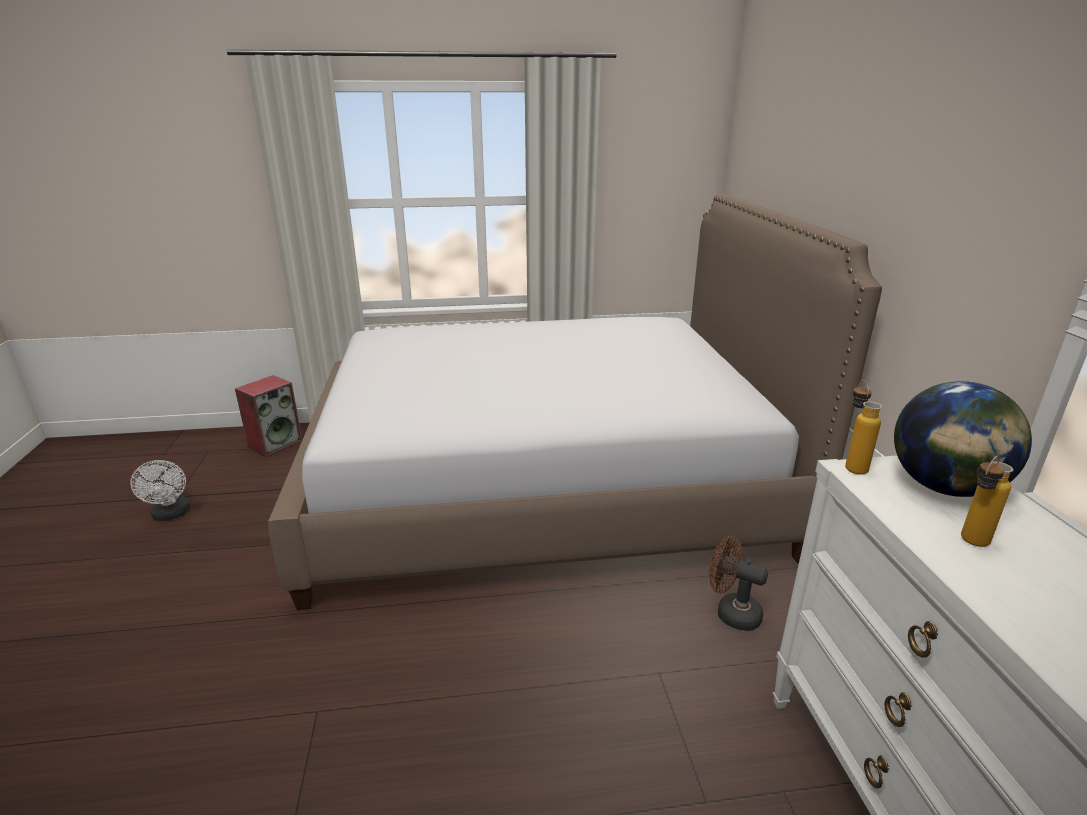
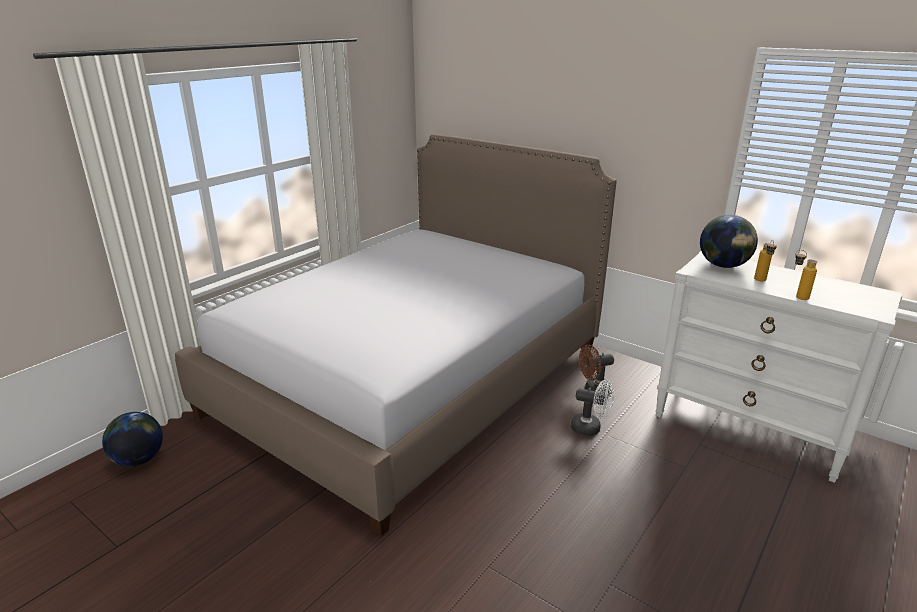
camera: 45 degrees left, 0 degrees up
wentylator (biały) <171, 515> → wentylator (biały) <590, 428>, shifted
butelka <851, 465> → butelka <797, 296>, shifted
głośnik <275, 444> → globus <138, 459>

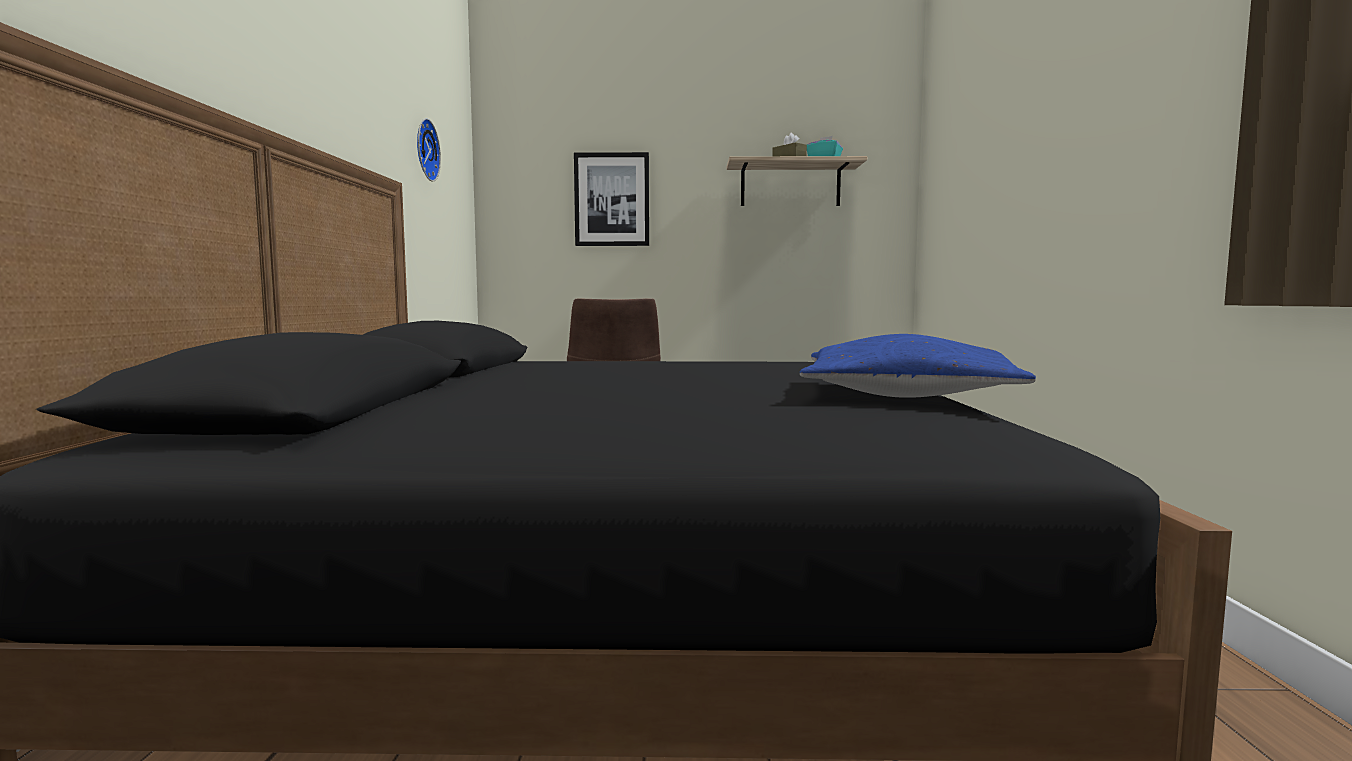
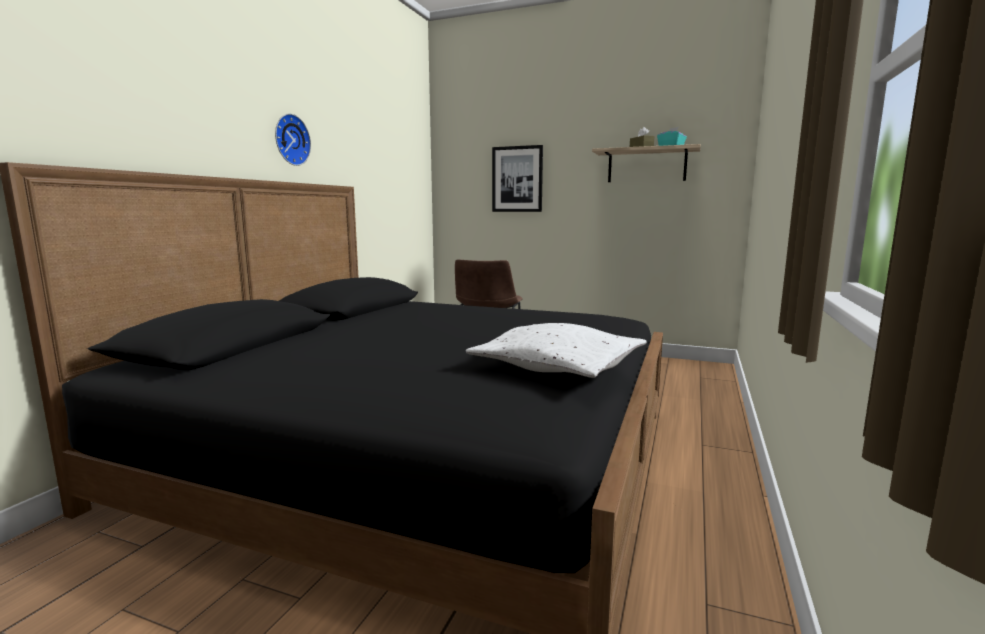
camera: 20 degrees right, 5 degrees up
zegar ścienny <424, 150> → zegar ścienny <290, 140>, shifted
poduszka (niebieski) <904, 396> → poduszka (biały) <558, 366>

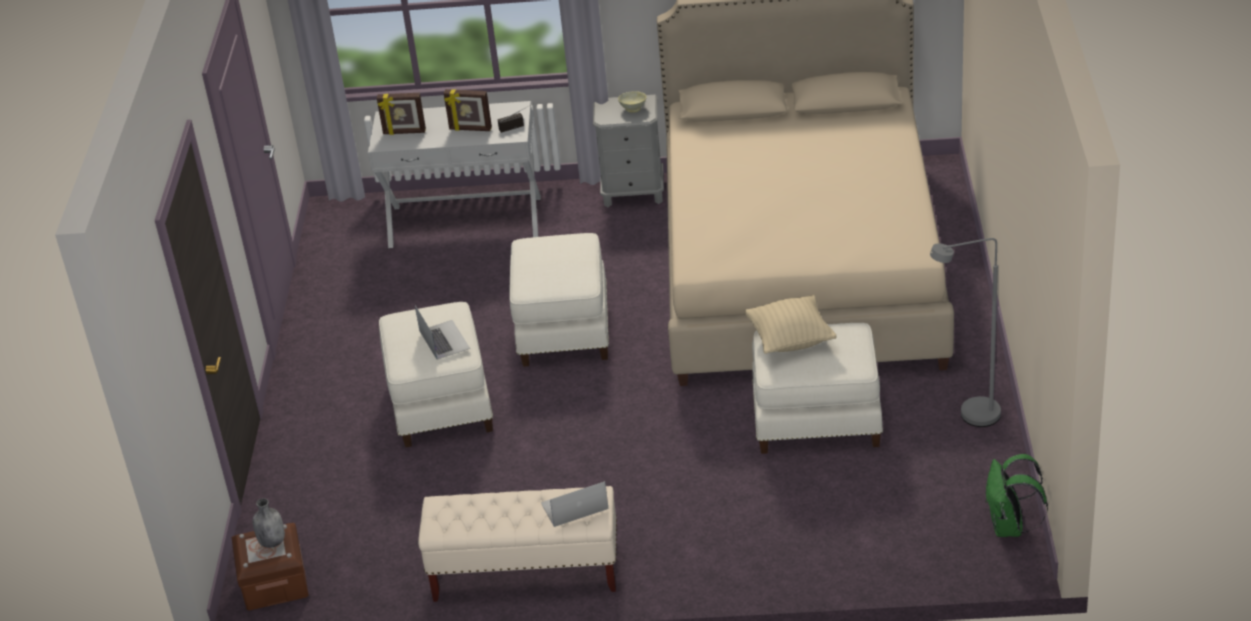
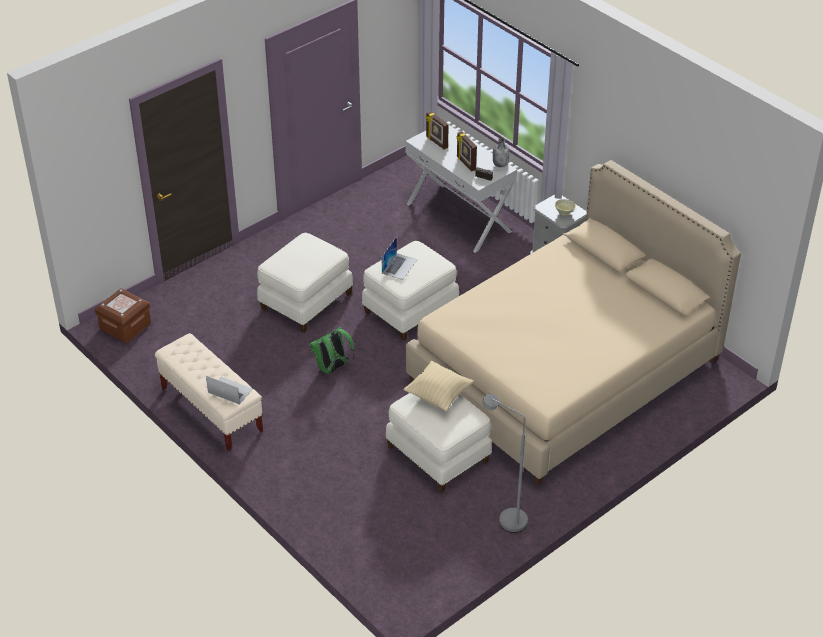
camera: 45 degrees right, 5 degrees up
butelka (szary) <272, 541> → butelka (szary) <500, 164>, shifted
laptop <444, 339> → laptop <399, 266>, shifted
plecak (zielony) <1010, 527> → plecak (zielony) <332, 368>, shifted

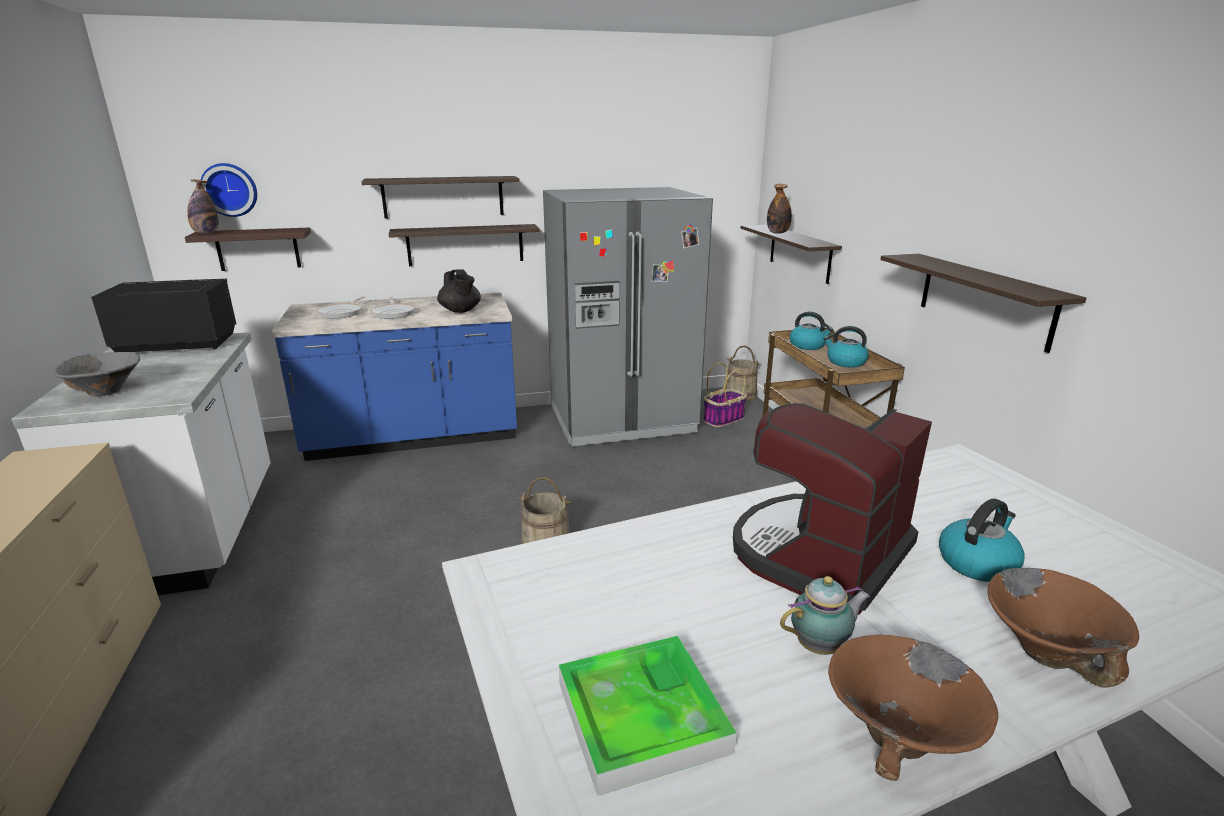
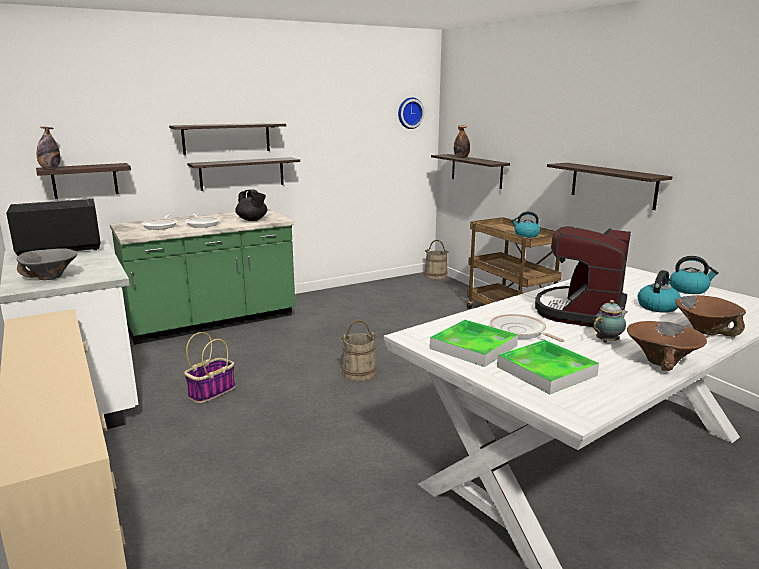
camera: 15 degrees left, 5 degrees down
lodówka (szary) <621, 419> → -
- → taca <473, 347>
- → patelnia <519, 332>
zegar ścienny <230, 189> → zegar ścienny <409, 113>, shifted
koszyk <724, 419> → koszyk <212, 391>, shifted
czajnik <808, 345> → czajnik <689, 289>, shifted
zabudowa kuchenna (niebieski) <414, 437> → zabudowa kuchenna (zielony) <212, 321>

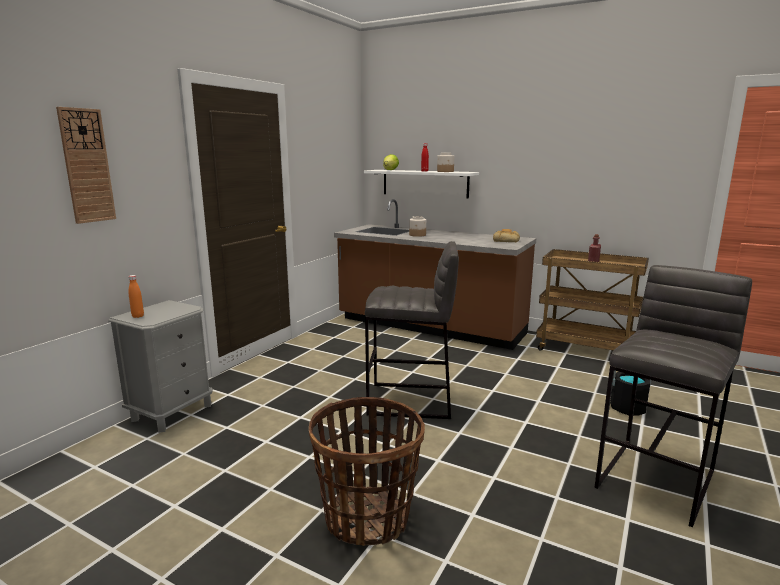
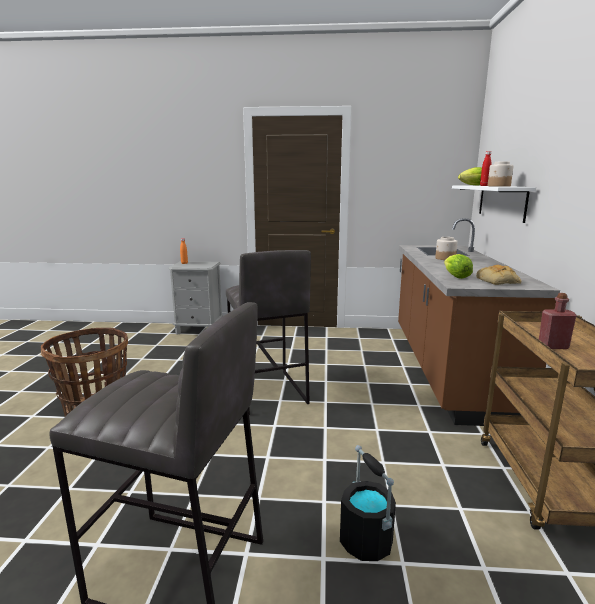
camera: 65 degrees right, 0 degrees up
zegar ścienny <87, 166> → -
- → sałata <456, 277>

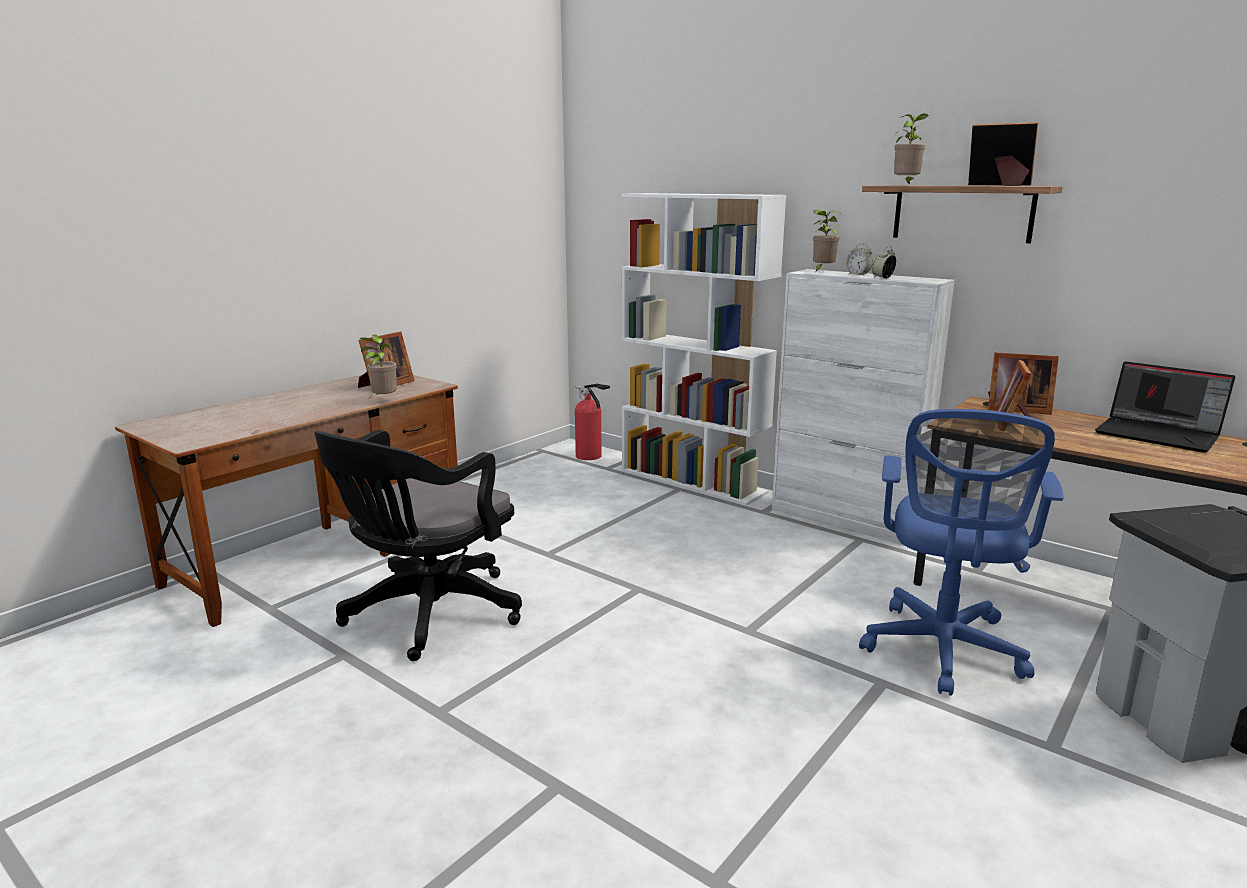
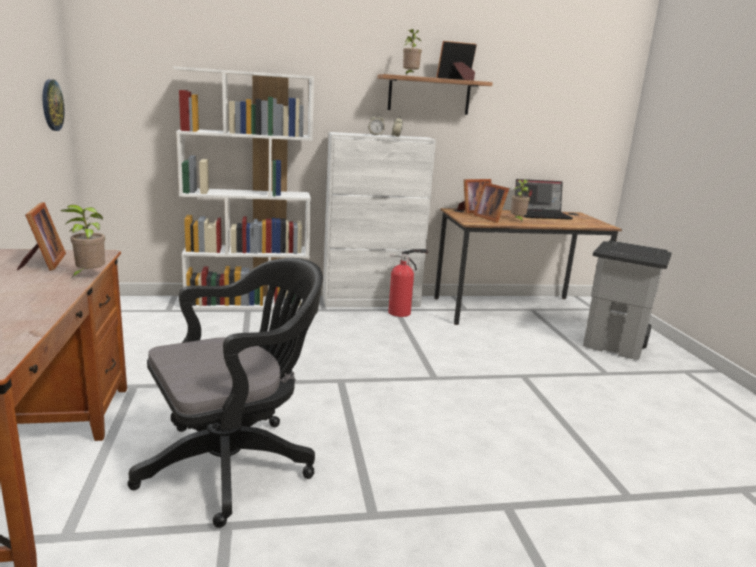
camera: 50 degrees left, 0 degrees up
krzesło biurowe (niebieski) <942, 651> → -
- → zegar ścienny <51, 105>
gaśnica <590, 457> → gaśnica <402, 313>, shifted
roślina doniczkowa <822, 271> → roślina doniczkowa <517, 220>, shifted
krzesło biurowe (czarny) <427, 615> → krzesło biurowe (czarny) <235, 463>, 105 degrees counterclockwise

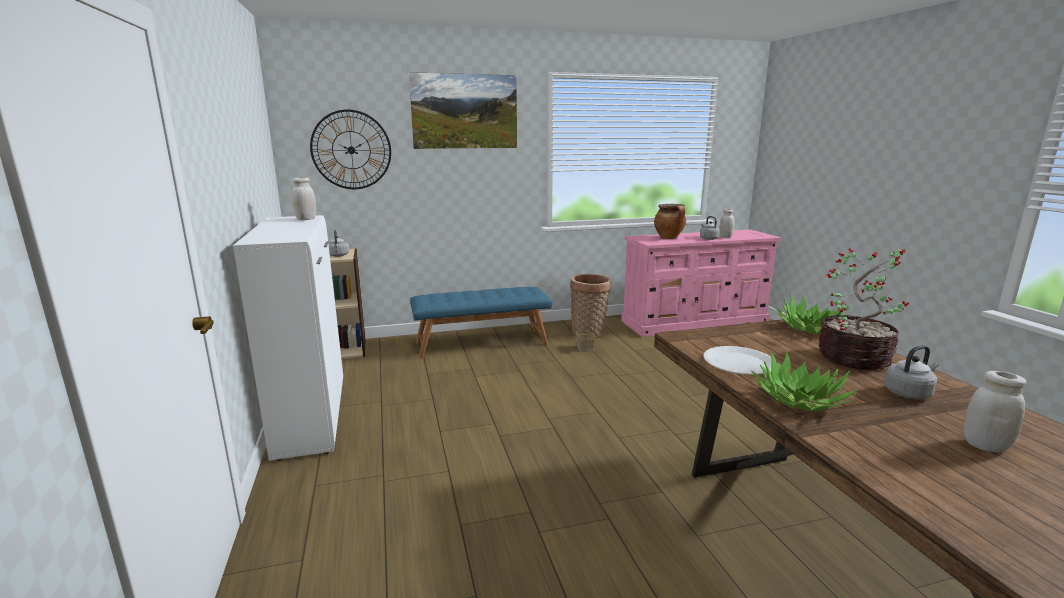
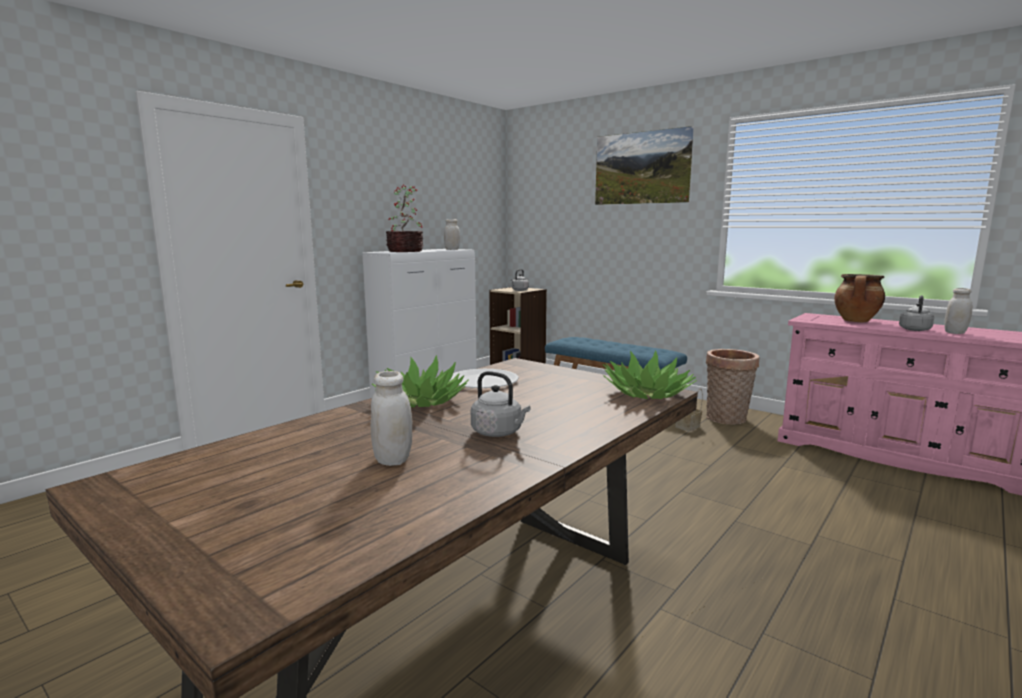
camera: 55 degrees right, 5 degrees down
zegar ścienny <351, 150> → -
roślina doniczkowa <855, 358> → roślina doniczkowa <406, 251>, shifted

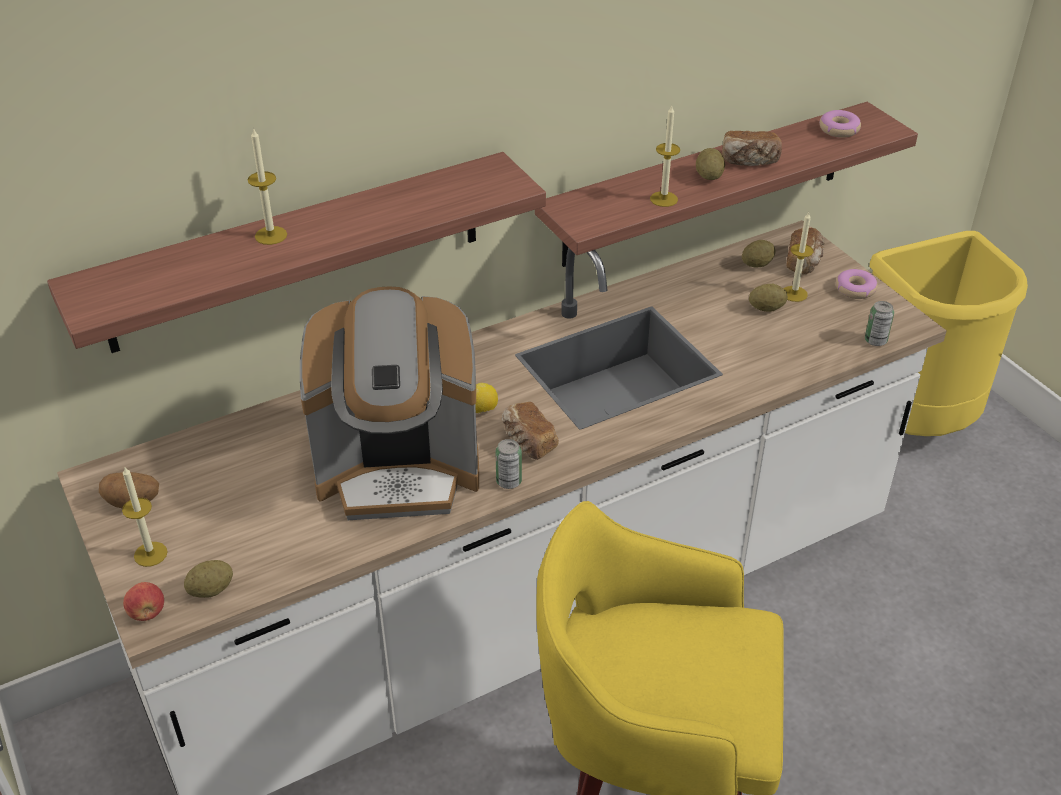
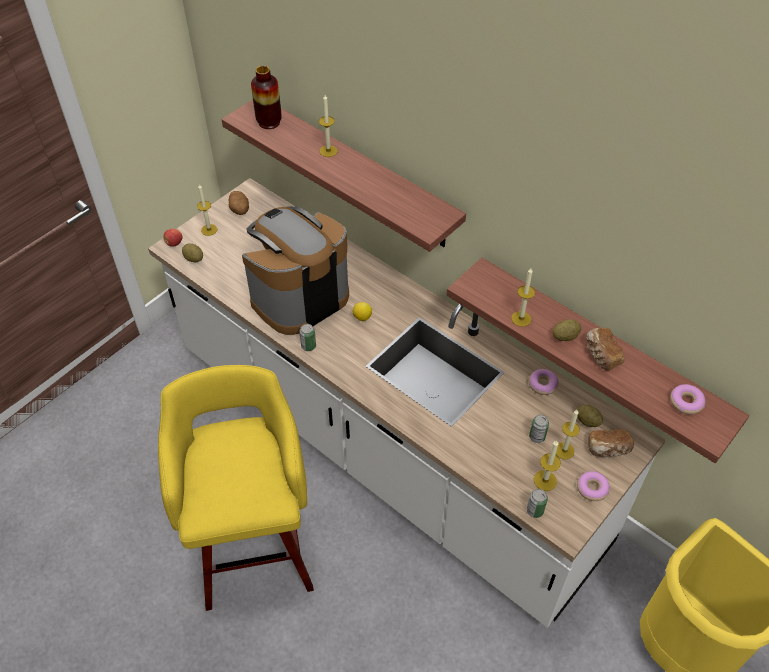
camera: 70 degrees right, 10 degrees up
chleb <527, 442> → -
- → wazon <269, 122>
- → donut <542, 384>
- → świeca <545, 480>
ziemniak <766, 308> → puszka <537, 437>
ekspres do kawy <399, 470> → ekspres do kawy <299, 298>, 75 degrees clockwise

